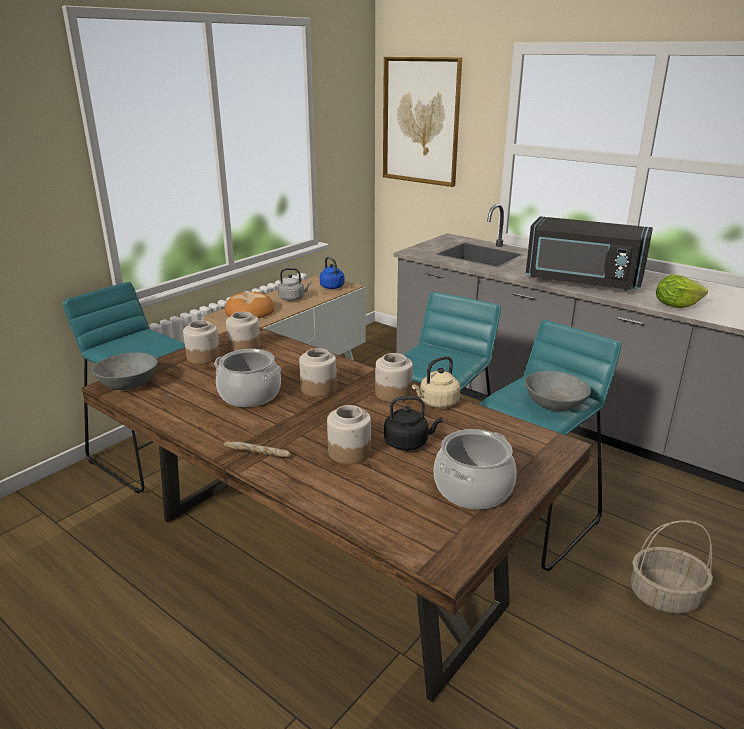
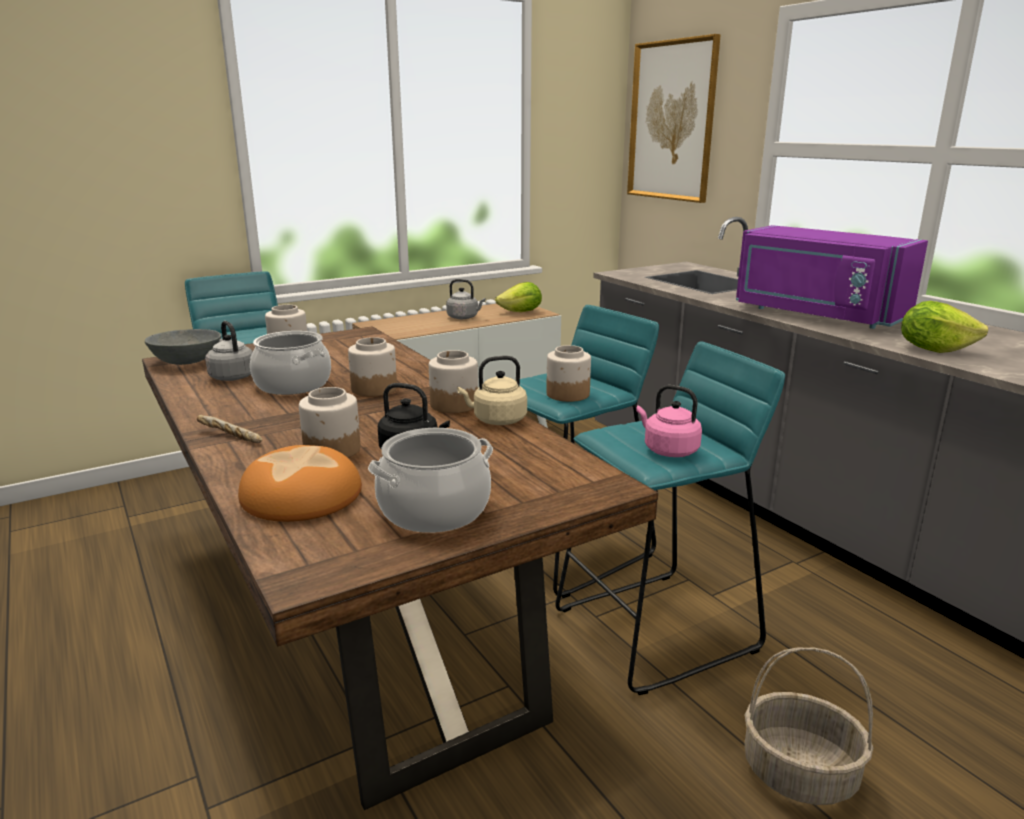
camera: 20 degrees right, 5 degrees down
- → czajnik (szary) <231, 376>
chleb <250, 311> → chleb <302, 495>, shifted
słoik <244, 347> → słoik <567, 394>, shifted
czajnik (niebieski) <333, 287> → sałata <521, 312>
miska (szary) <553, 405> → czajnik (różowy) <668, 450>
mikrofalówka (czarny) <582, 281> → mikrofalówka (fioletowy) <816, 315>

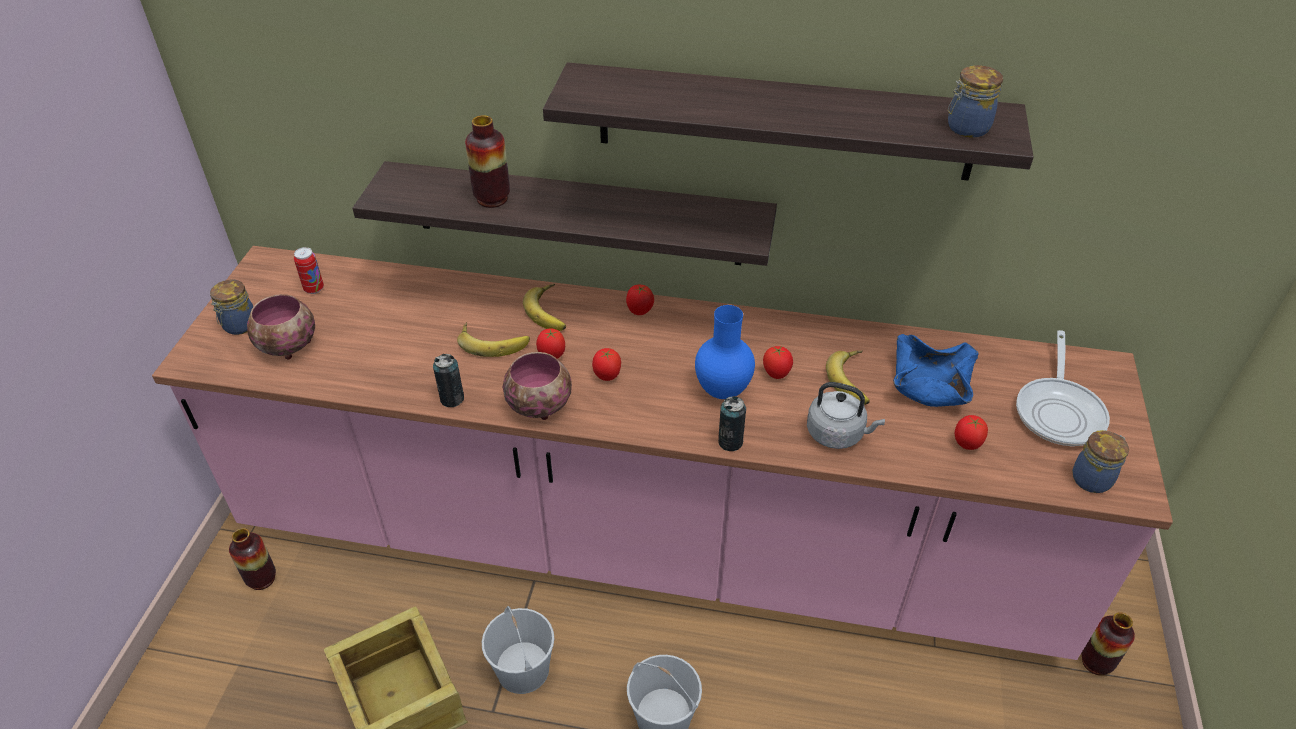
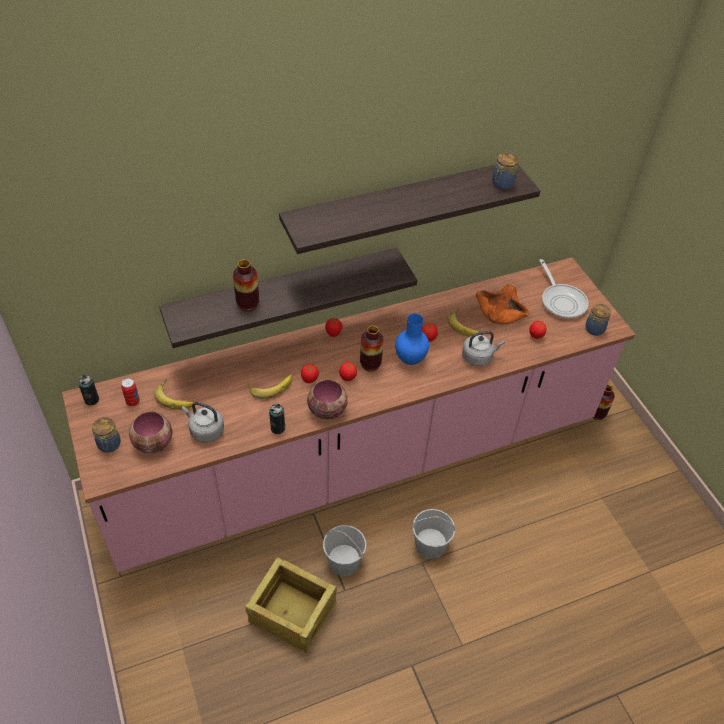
camera: 35 degrees left, 5 degrees up
- → czajnik (szary) <205, 430>
wazon <261, 579> → wazon <370, 364>, shifted
banan <551, 311> → banan <175, 397>, shifted
puszka <730, 442> → puszka <91, 400>, shifted
miska (niebieski) <931, 385> → miska (pomarańczowy) <500, 312>

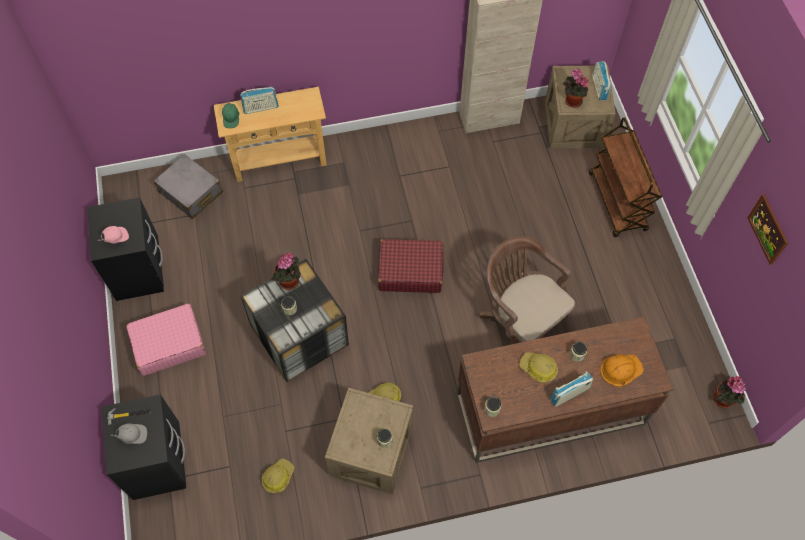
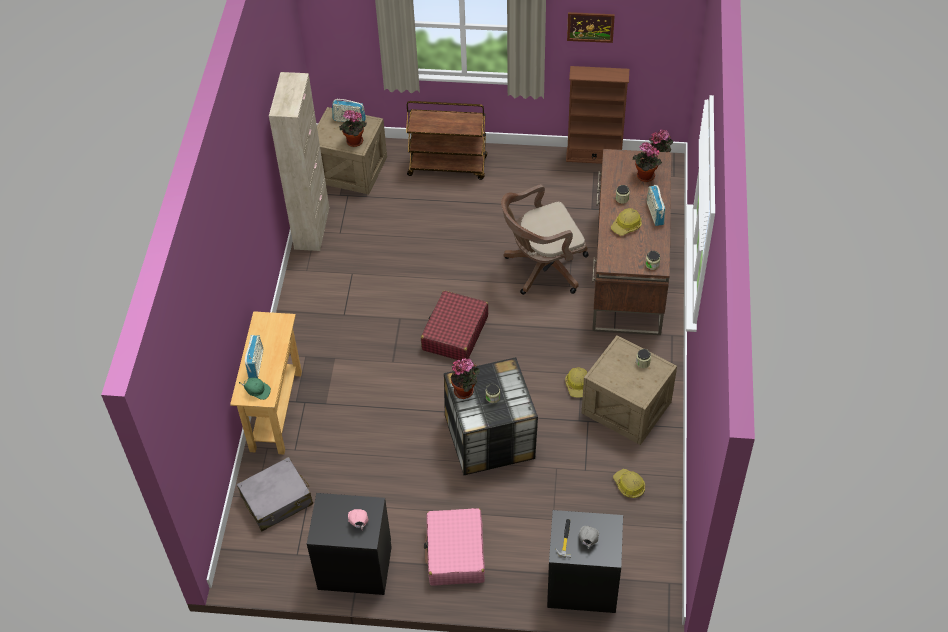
camera: 70 degrees left, 10 degrees down
- → regał (brązowy) <594, 156>
kask (pomarańczowy) <620, 369> → roślina doniczkowa <644, 176>

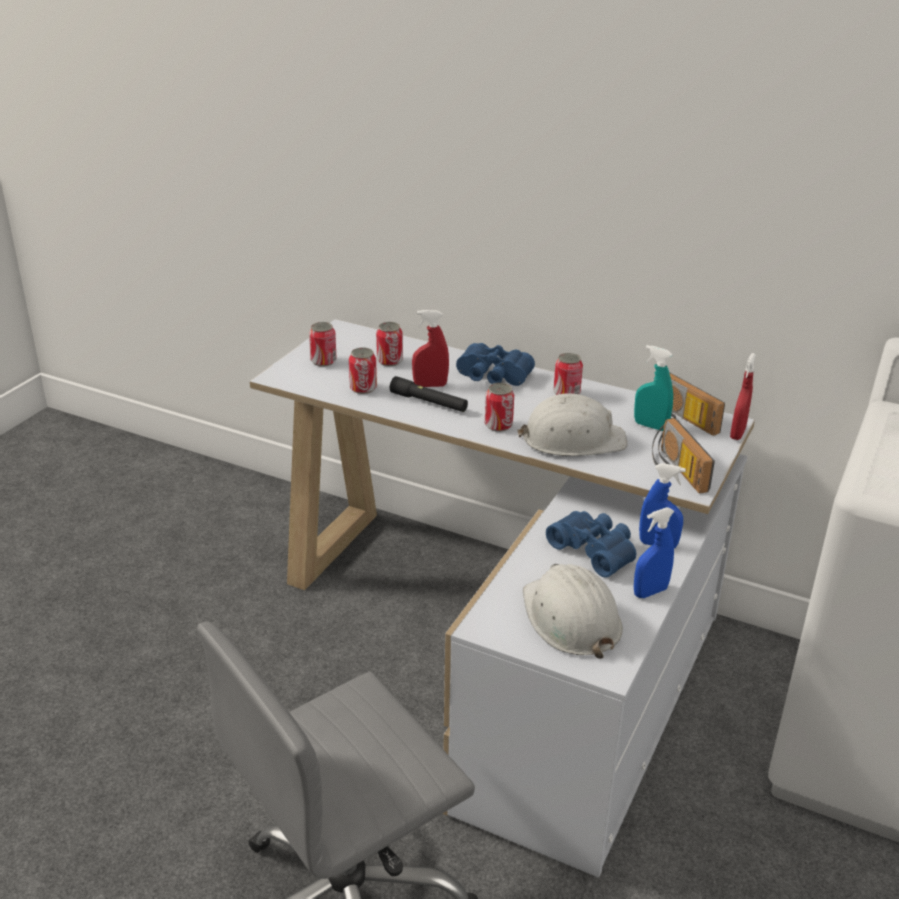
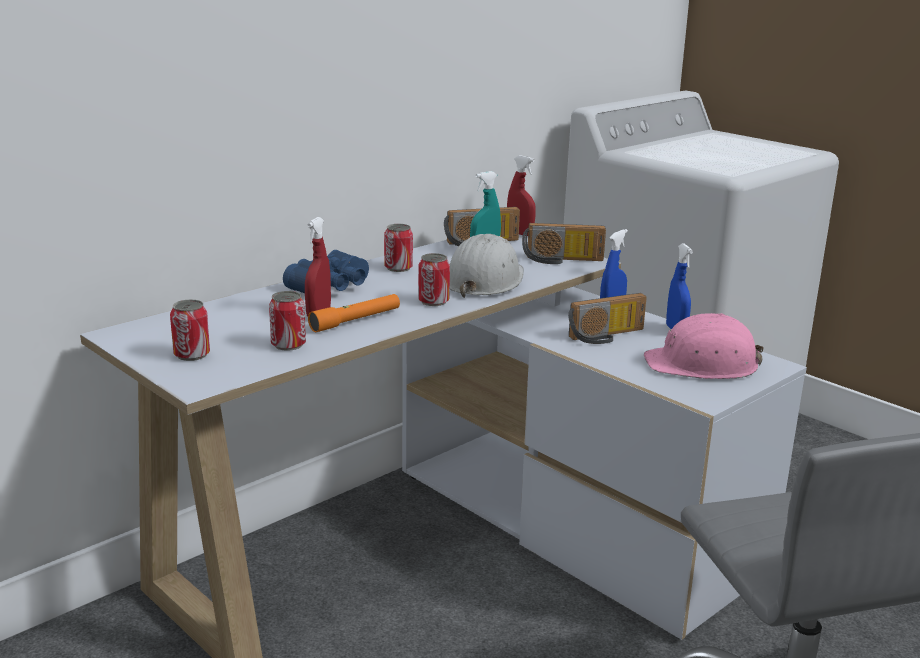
camera: 70 degrees left, 10 degrees down
puszka <389, 361> → -
lornetka (niebieski) <595, 550> → radio <607, 336>
latarka (czarny) <429, 402> → latarka (pomarańczowy) <356, 320>
kask (biały) <570, 618> → kask (różowy) <703, 364>

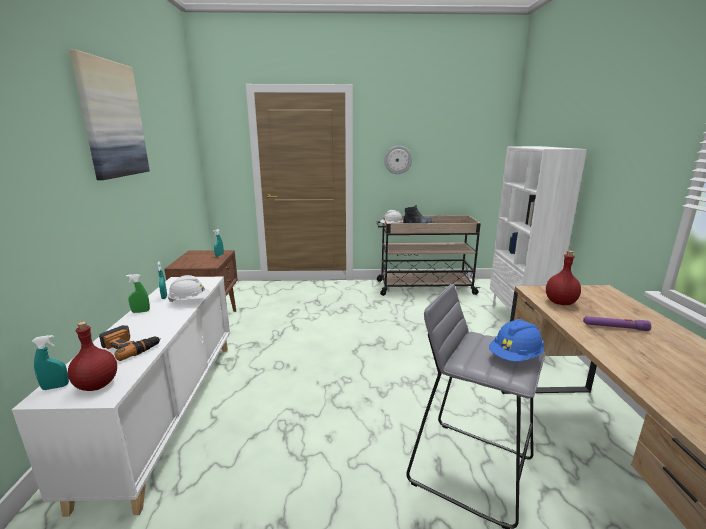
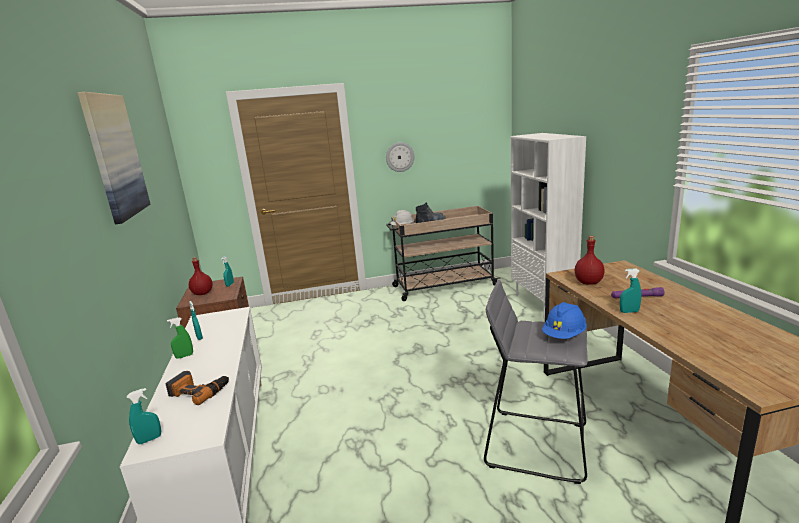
camera: 10 degrees left, 0 degrees up
kask (biały) <190, 301> → -
- → spryskiwacz (turkusowy) <629, 312>
butelka (czerwony) <98, 384> → butelka (czerwony) <203, 293>, shifted

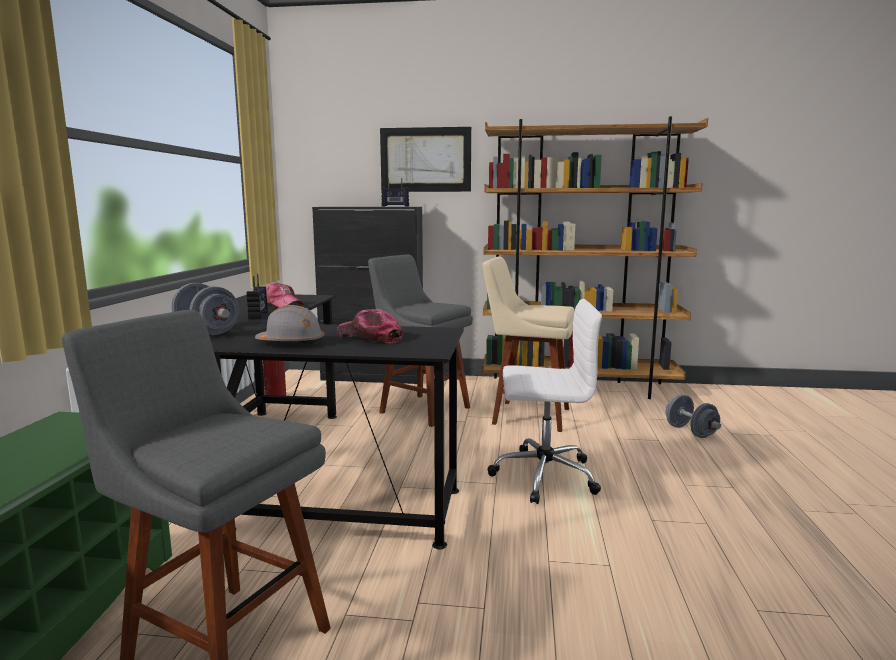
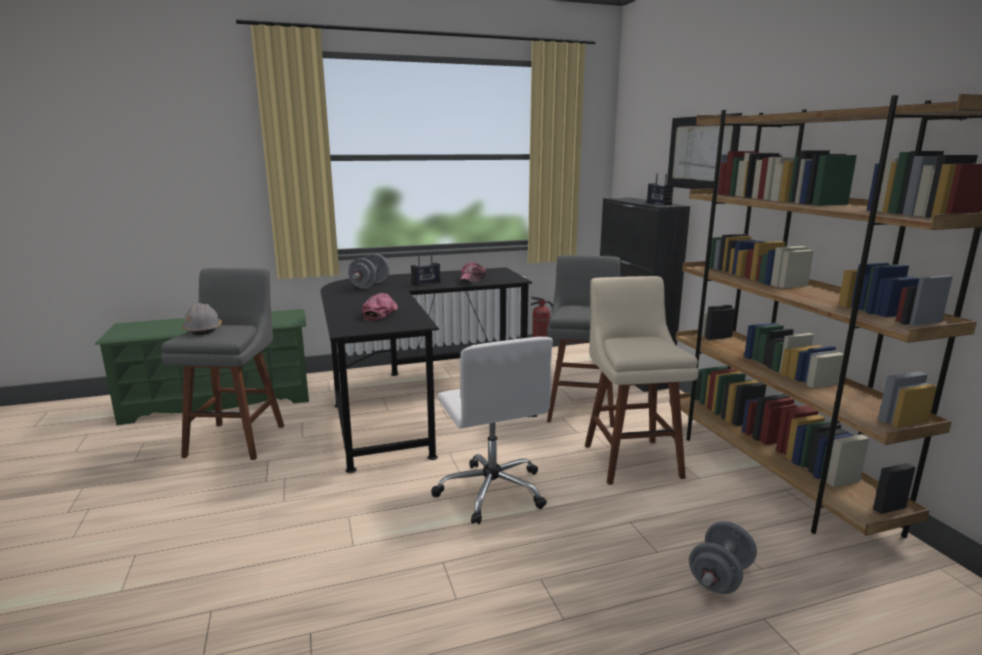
camera: 65 degrees right, 5 degrees up
kask (szary) <291, 342> → kask (szary) <203, 329>, shifted

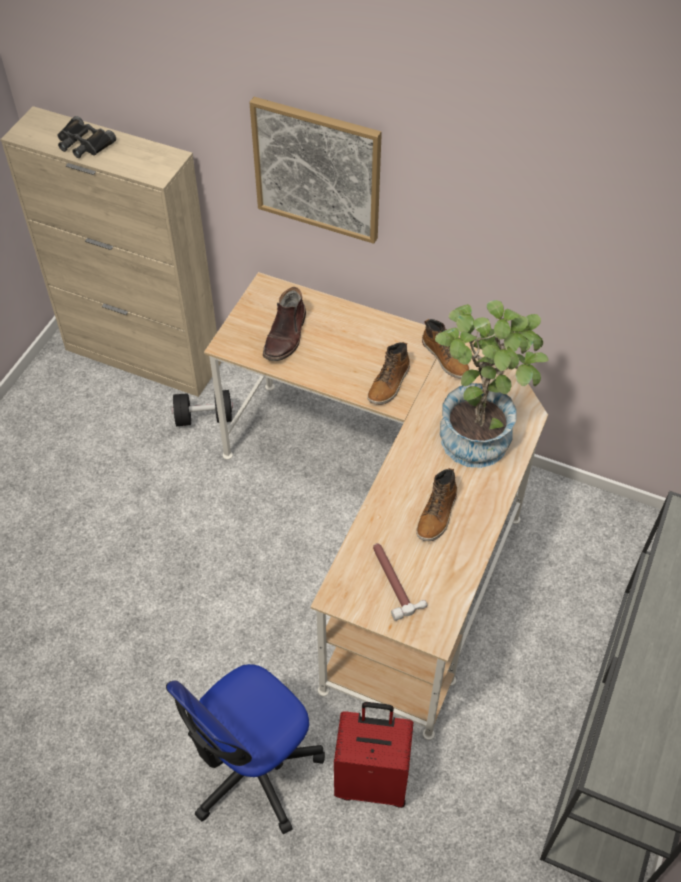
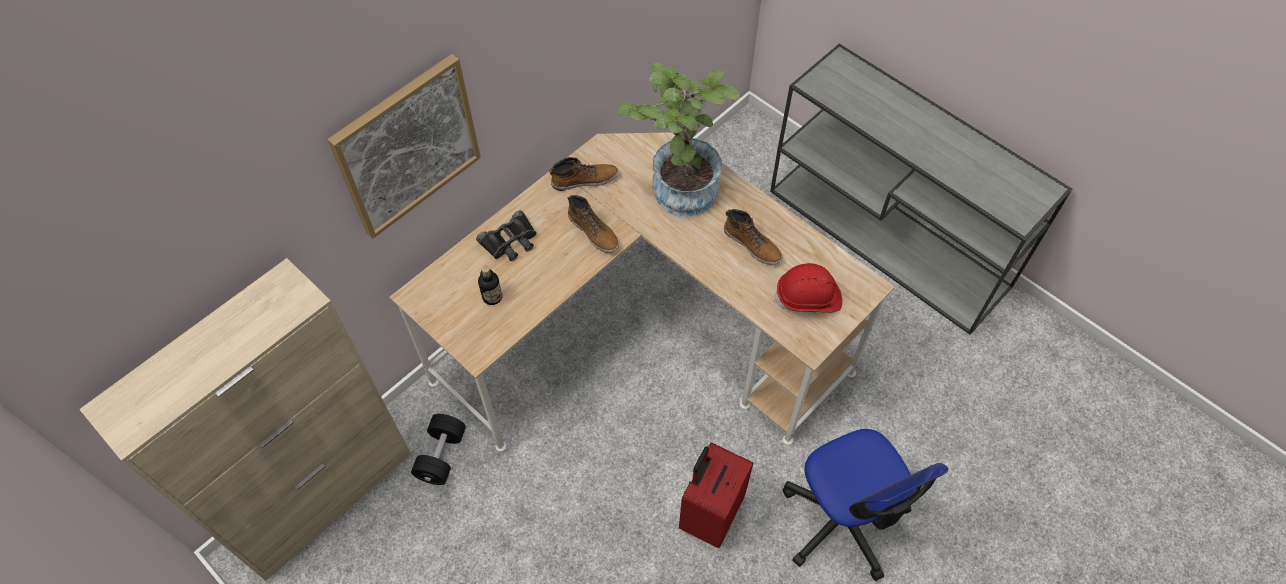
camera: 70 degrees left, 5 degrees up
lornetka (czarny) <84, 143> → lornetka (czarny) <510, 241>, shifted
walizka (czerwony) <372, 780> → walizka (czerwony) <710, 514>, shifted
but z cholewką (brązowy) <286, 336> → butelka <492, 297>
młotek <394, 580> → kask (czerwony) <808, 298>

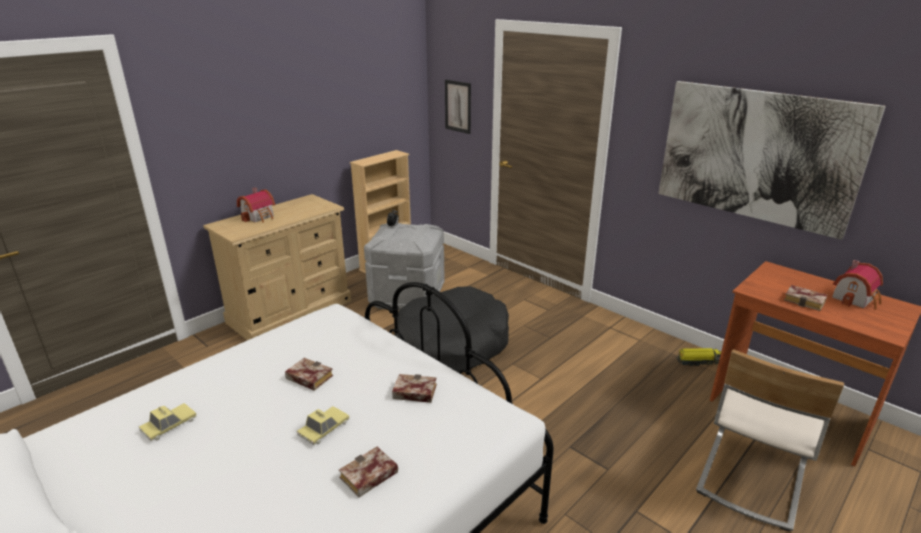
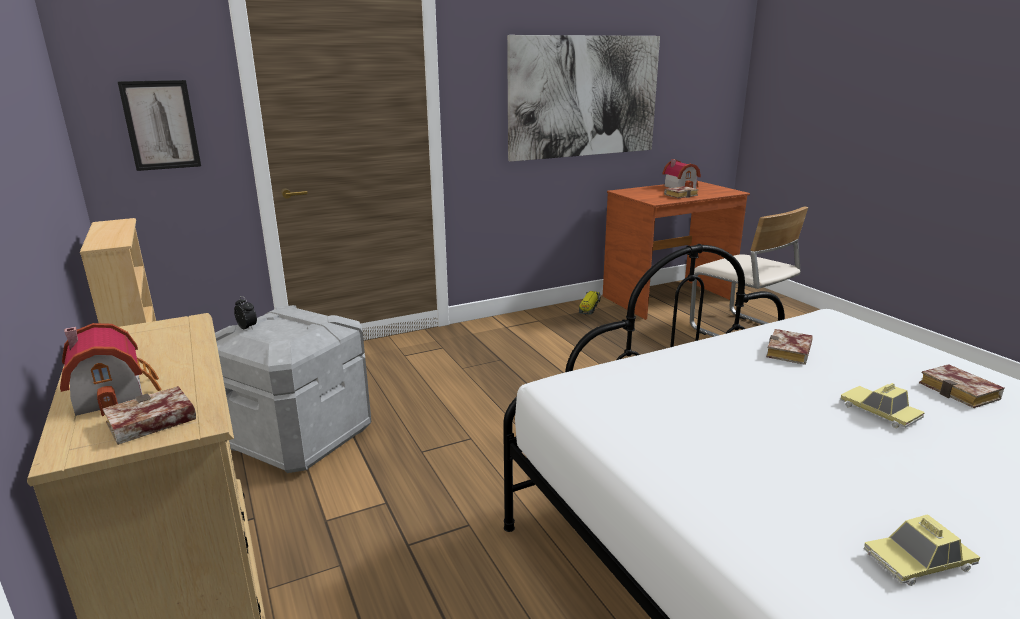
camera: 70 degrees left, 5 degrees down
legowisko (czarny) <451, 344> → -
książka <307, 378> → książka <149, 424>, shifted
samochodzik <169, 425> → samochodzik <918, 561>, 75 degrees counterclockwise

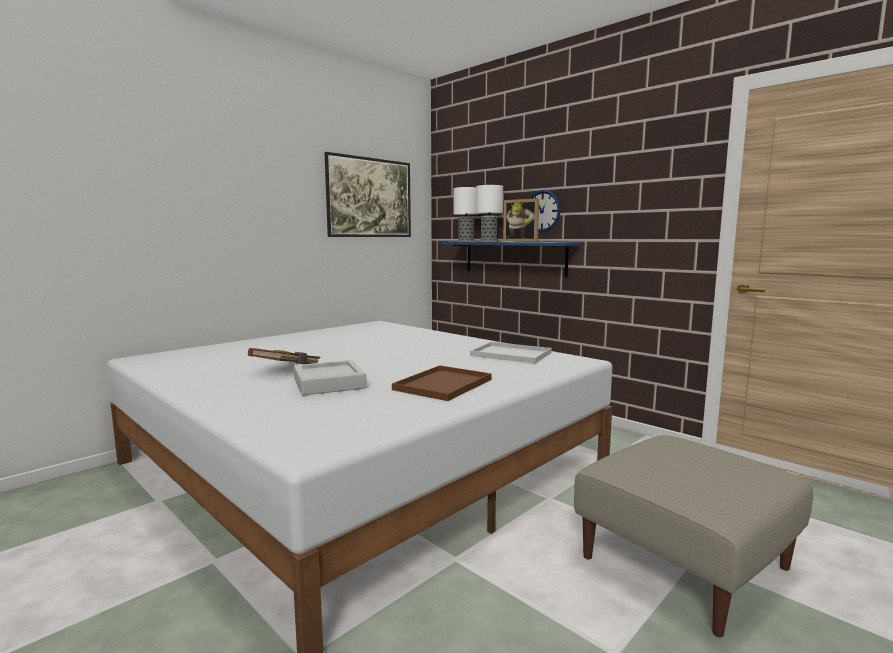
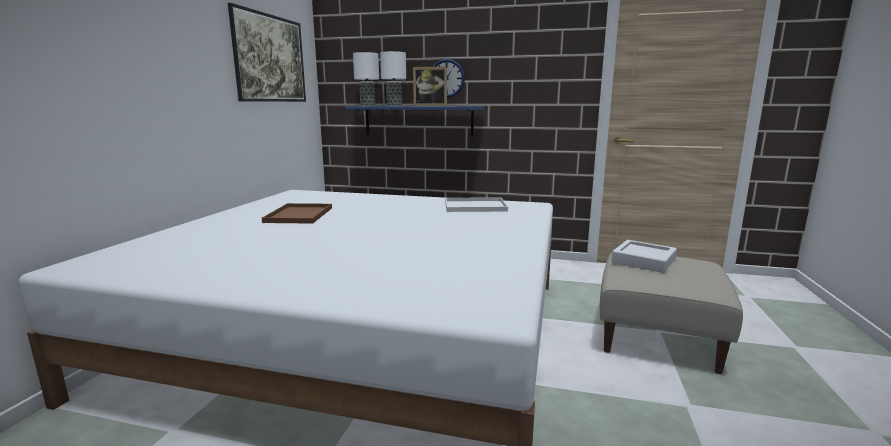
camera: 30 degrees left, 5 degrees up
książka (brązowy) <287, 370> → -
taca (szary) <329, 383> → taca (szary) <643, 261>, shifted
taca (brązowy) <443, 385> → taca (brązowy) <299, 215>, shifted

